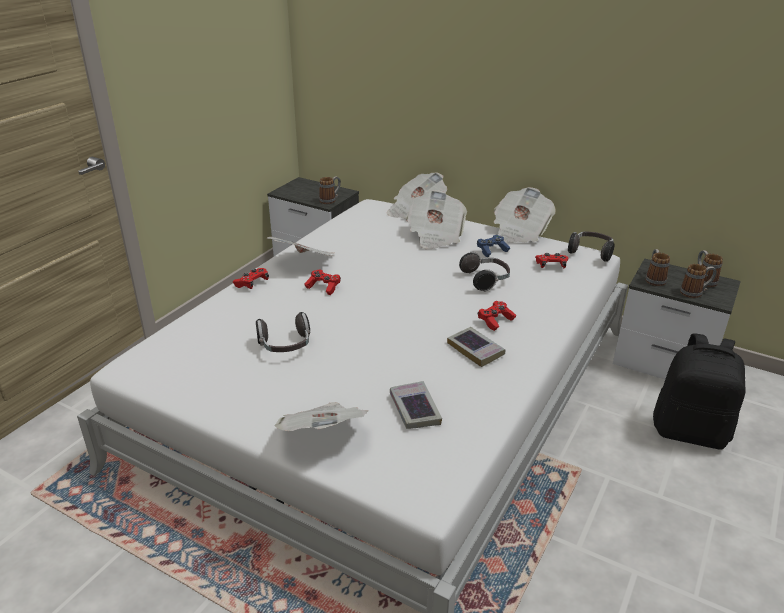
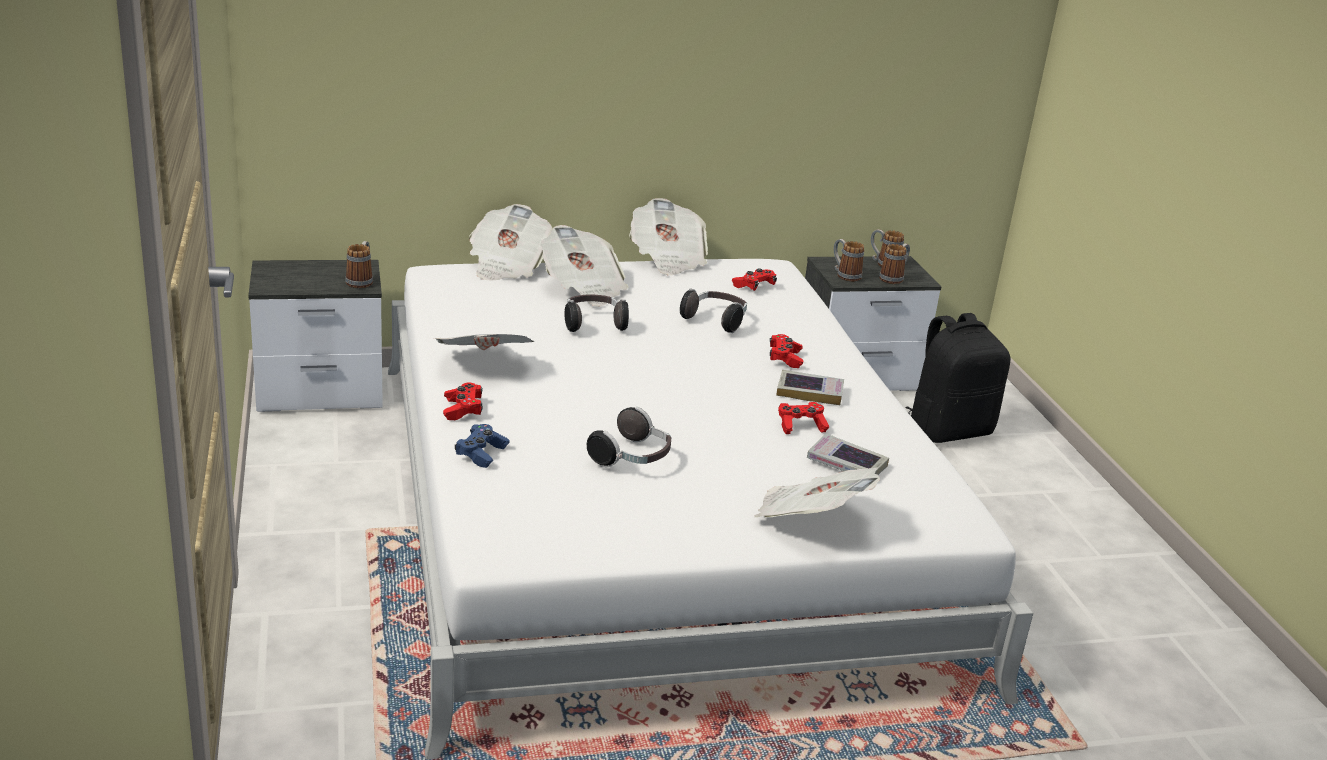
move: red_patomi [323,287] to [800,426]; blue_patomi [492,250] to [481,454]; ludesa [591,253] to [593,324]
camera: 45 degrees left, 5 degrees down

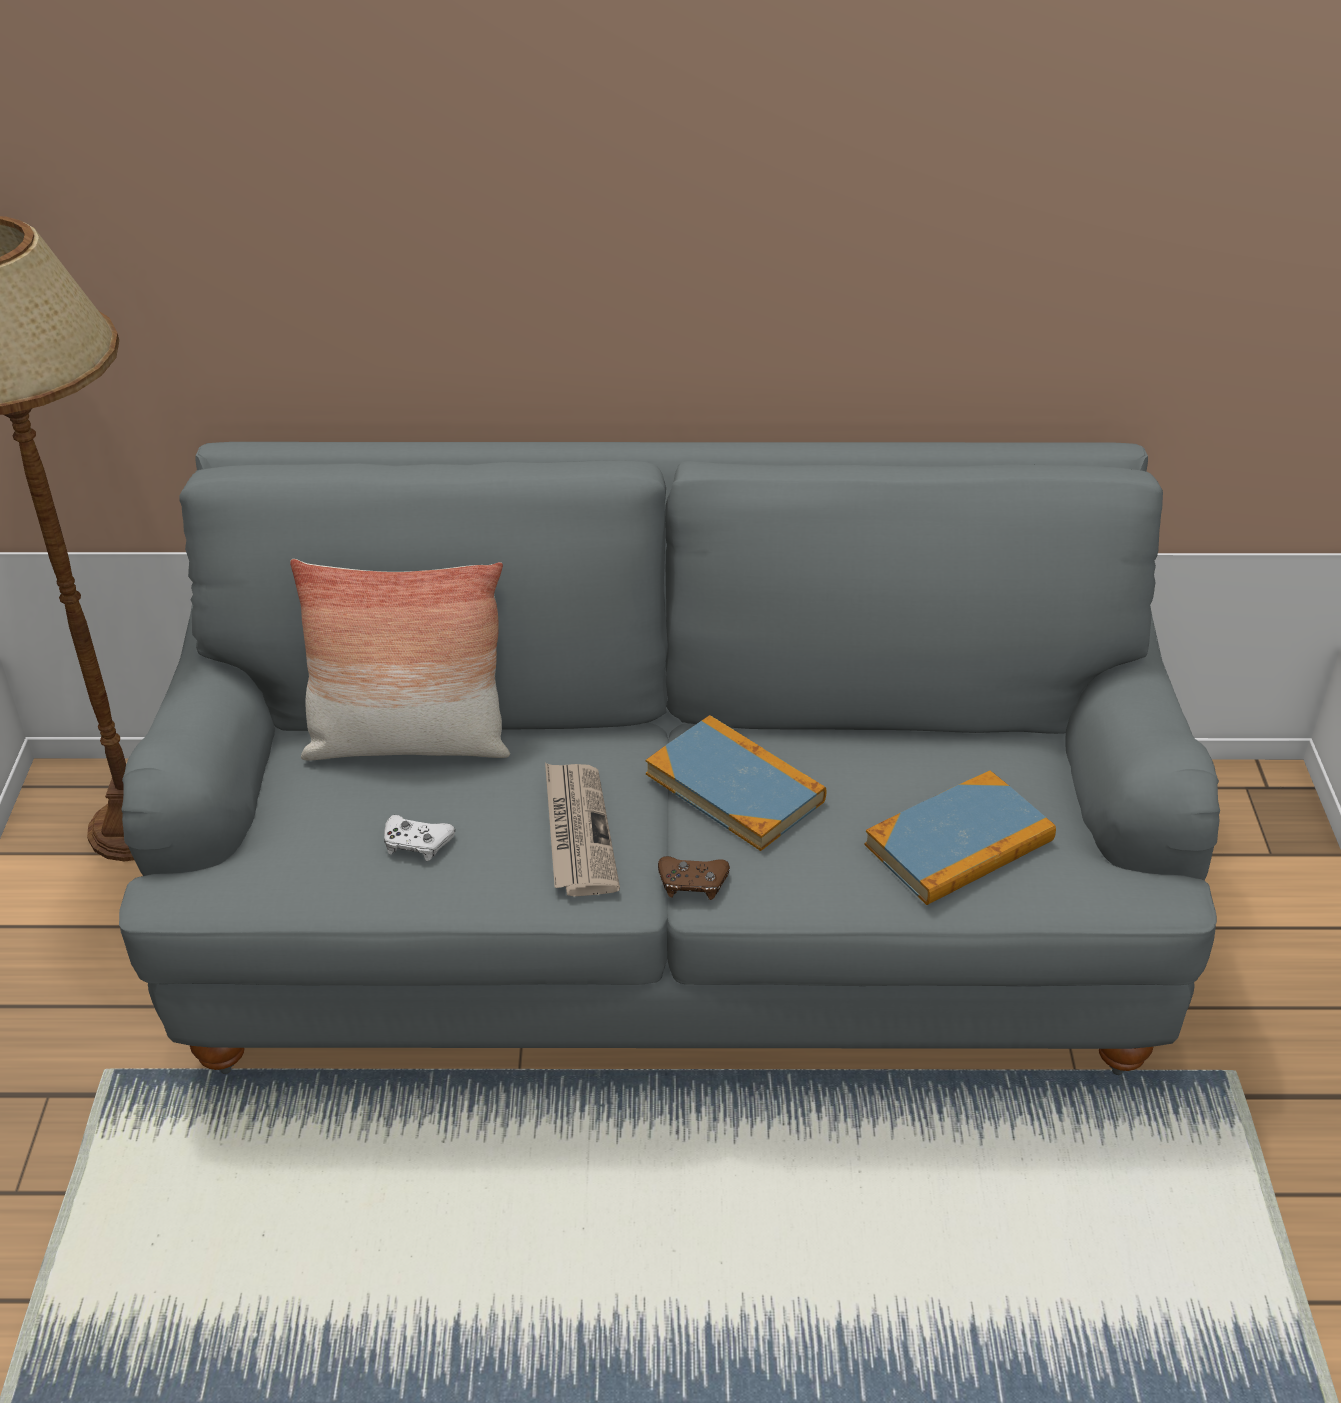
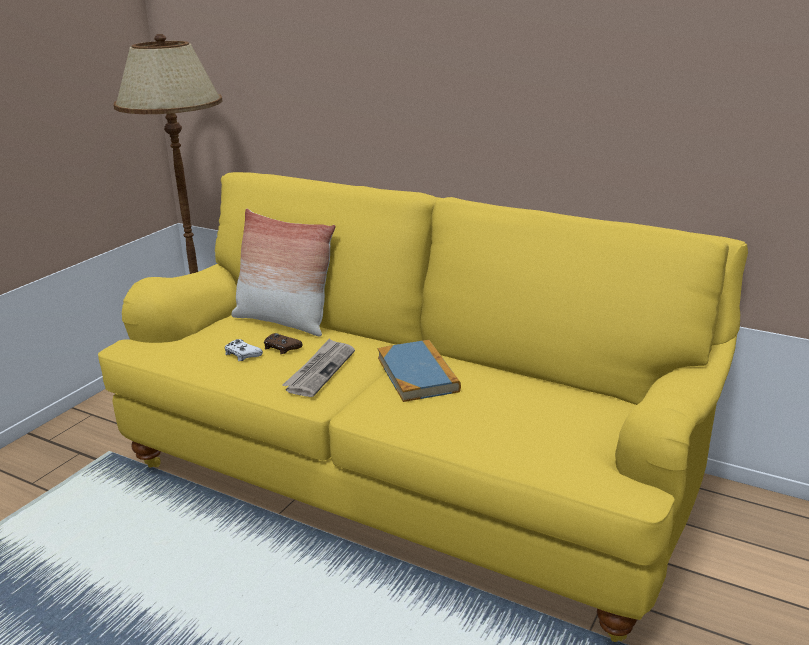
delete: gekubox [959,843]
move: brown_patomi [692,883] to [281,348]
recolor: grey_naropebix [670,923] to yellow_naropebix [409,478]
camera: 30 degrees right, 15 degrees down

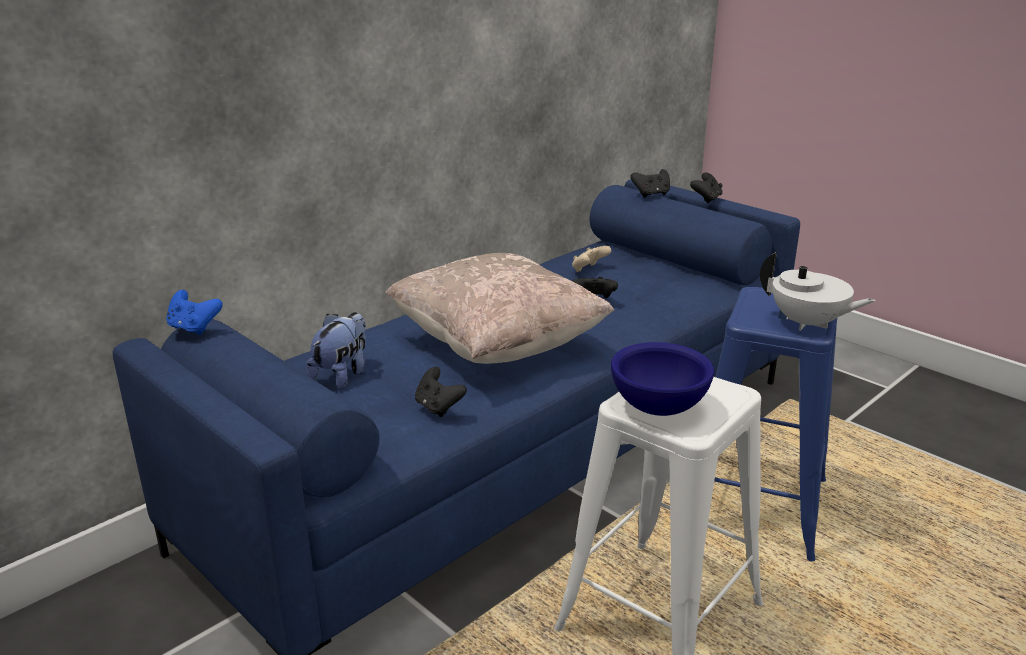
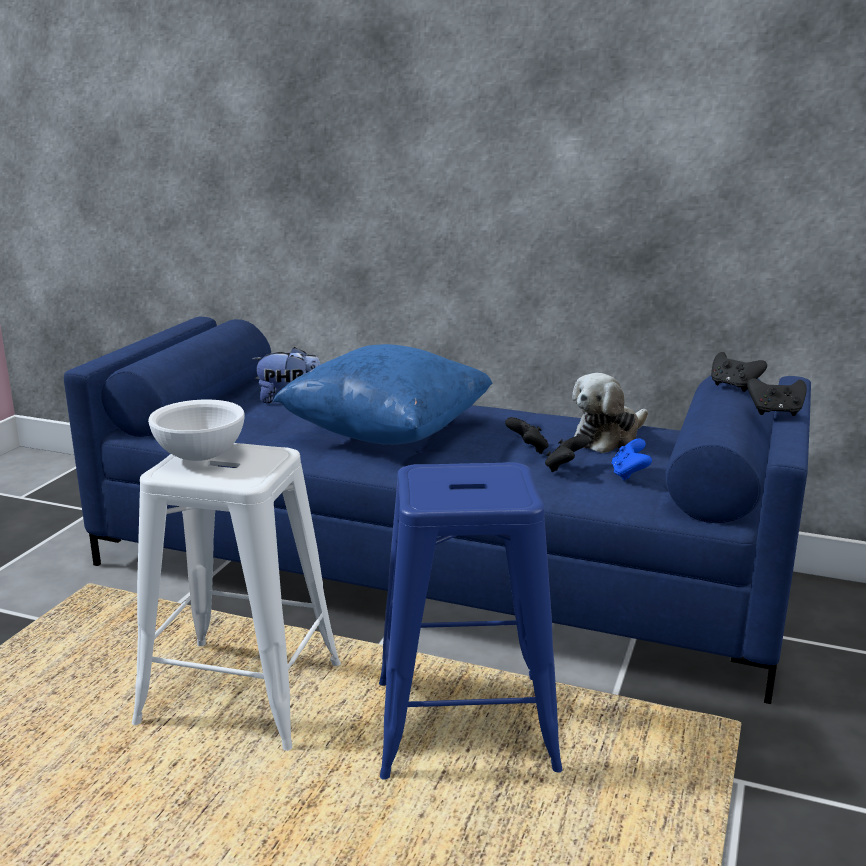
delete: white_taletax [807,324]
move: blue_patomi [194,328] to [629,474]; black_patomi [438,407] to [564,468]
replace: beige_patomi [589,270] to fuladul [608,438]
recolor: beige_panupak [497,346] to blue_panupak [387,433]; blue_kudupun [657,406] to white_kudupun [201,456]
camera: 65 degrees right, 5 degrees down

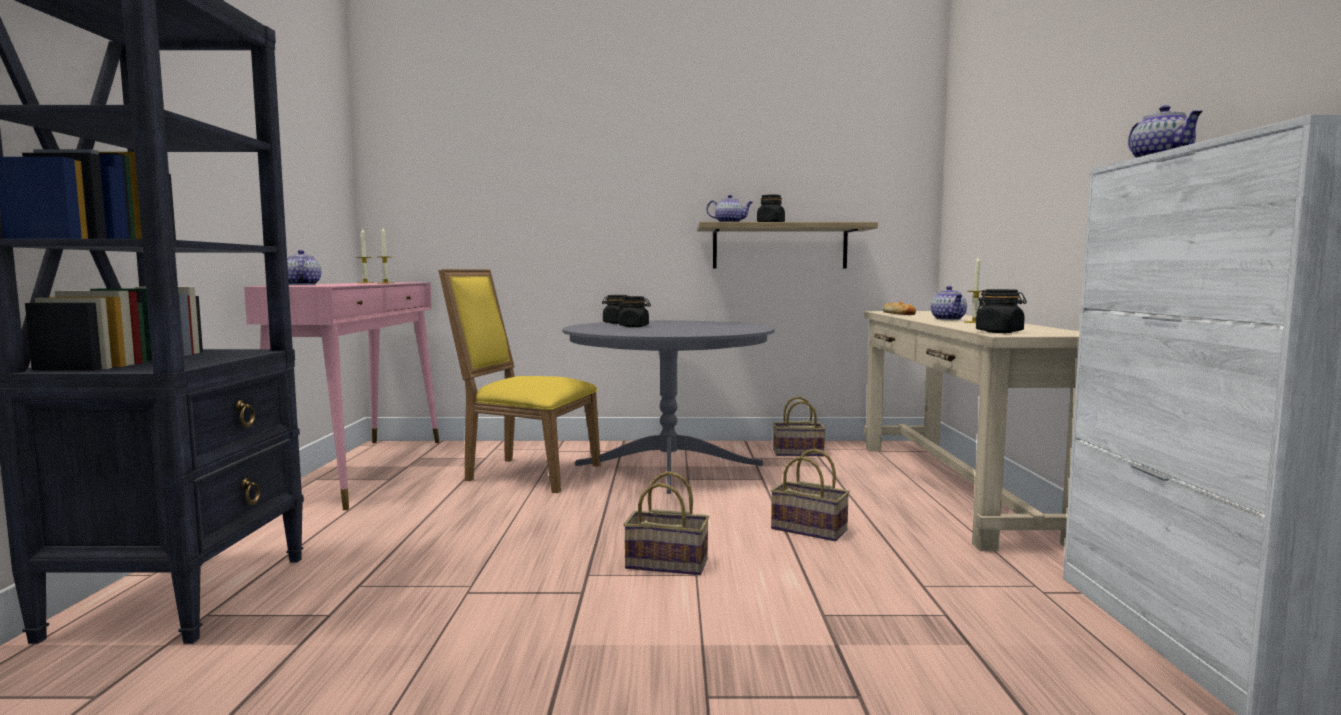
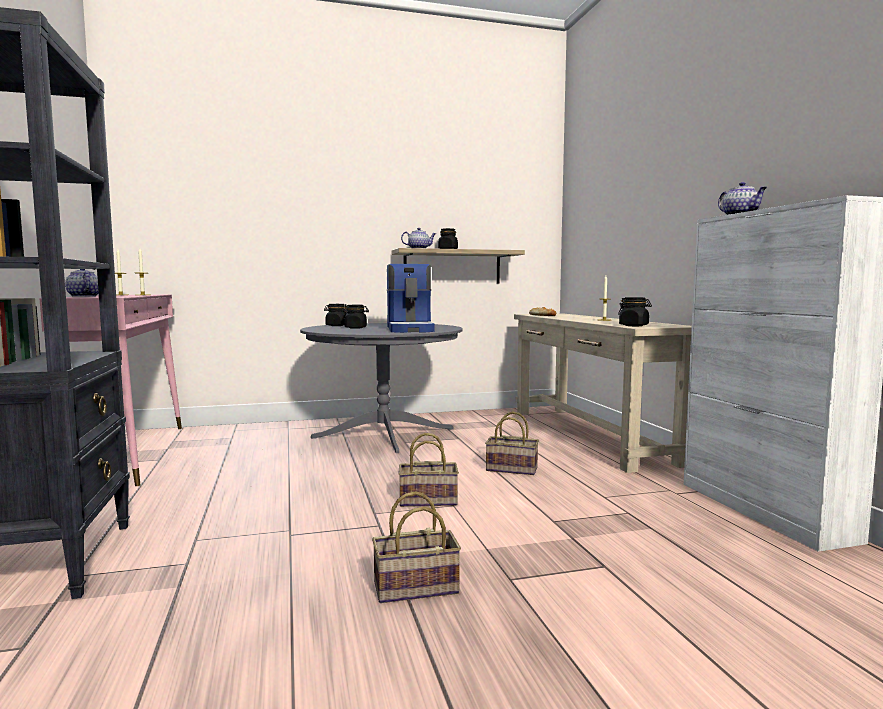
delete: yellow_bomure [526,473]; taletax [948,319]
insert: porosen [411,329]
move: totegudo [797,453] to [414,589]
camera: 15 degrees left, 0 degrees up

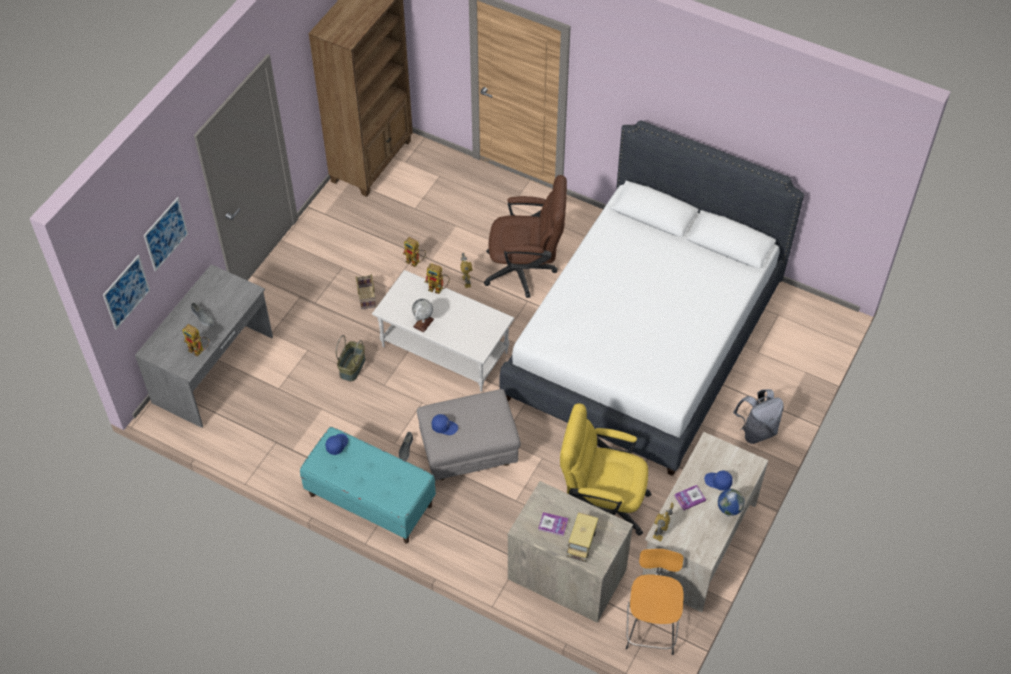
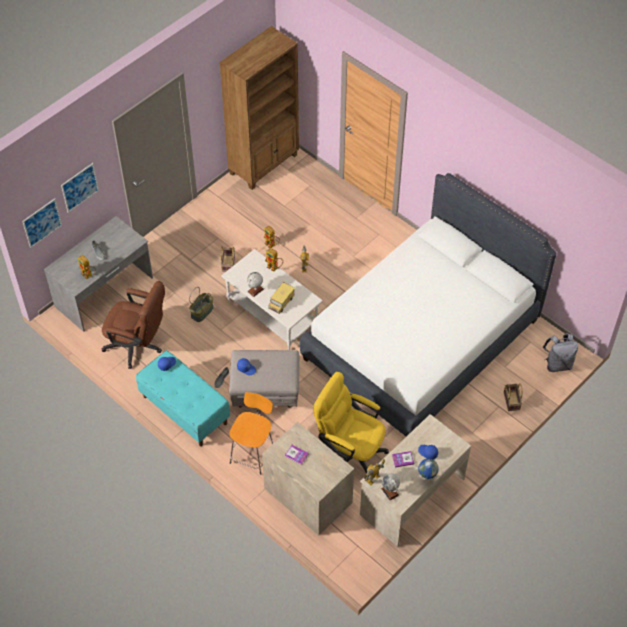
insert: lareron [390,491]; totegudo [512,401]
move: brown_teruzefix [526,270] to [138,346]; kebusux [581,542] to [281,302]; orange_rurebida [651,627] to [253,453]; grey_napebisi [756,431] to [557,364]
camera: 15 degrees right, 0 degrees up

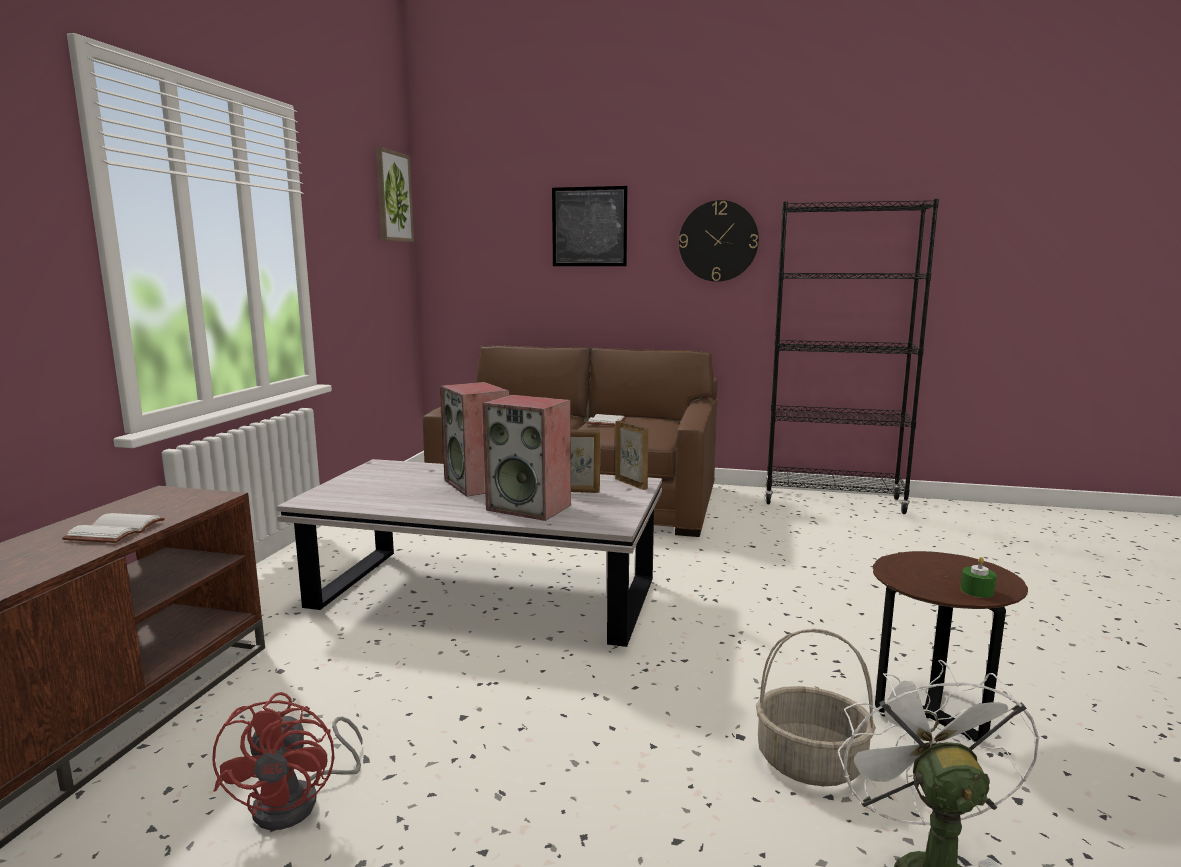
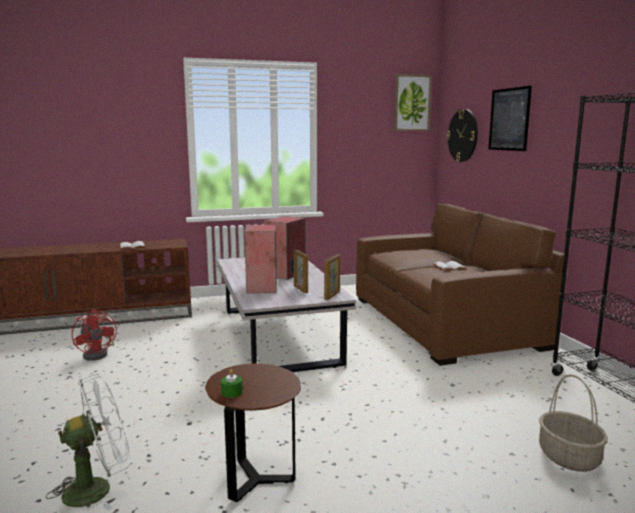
move: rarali [718,241] to [463,135]; totegudo [809,763] to [568,457]
rotate: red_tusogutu [299,801] = [98,354] 90 degrees counterclockwise
camera: 60 degrees right, 0 degrees up

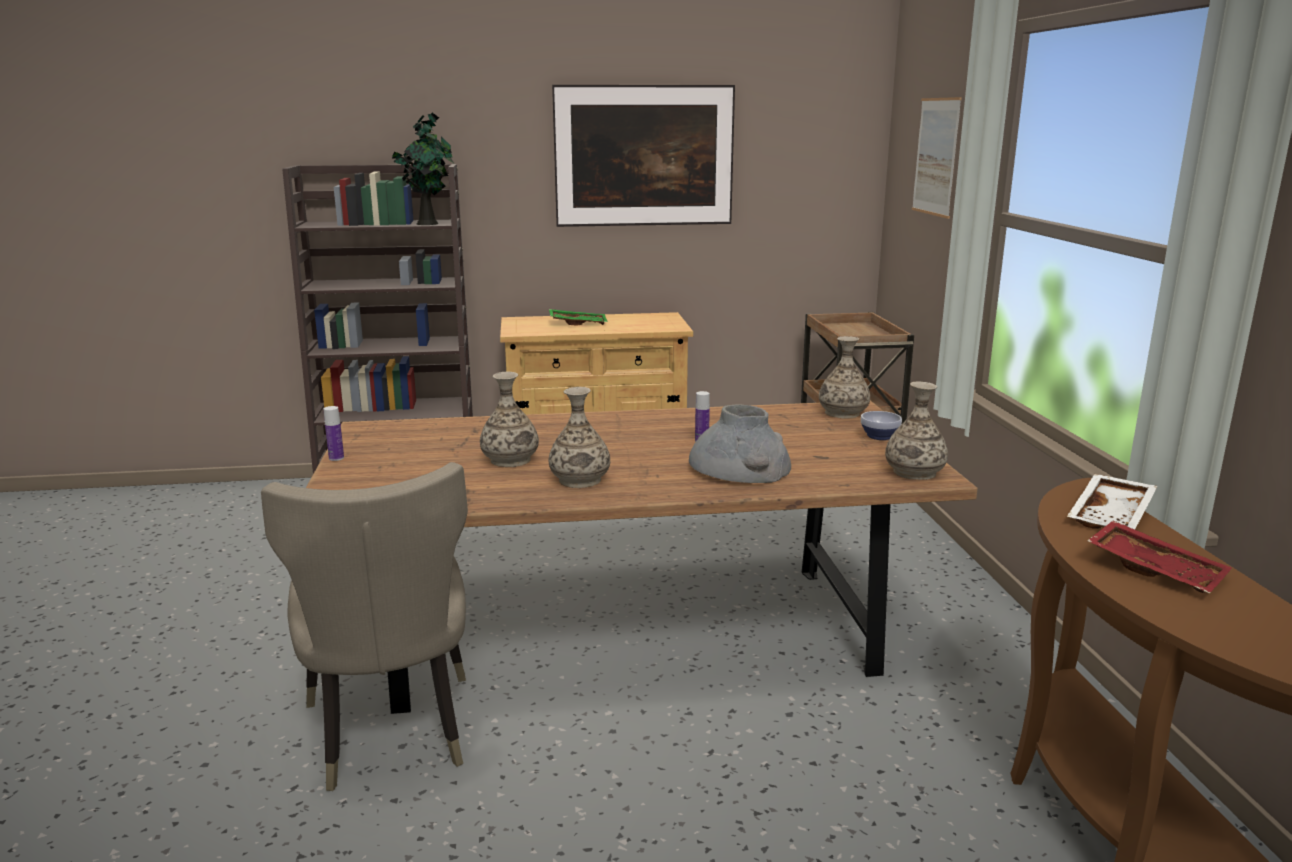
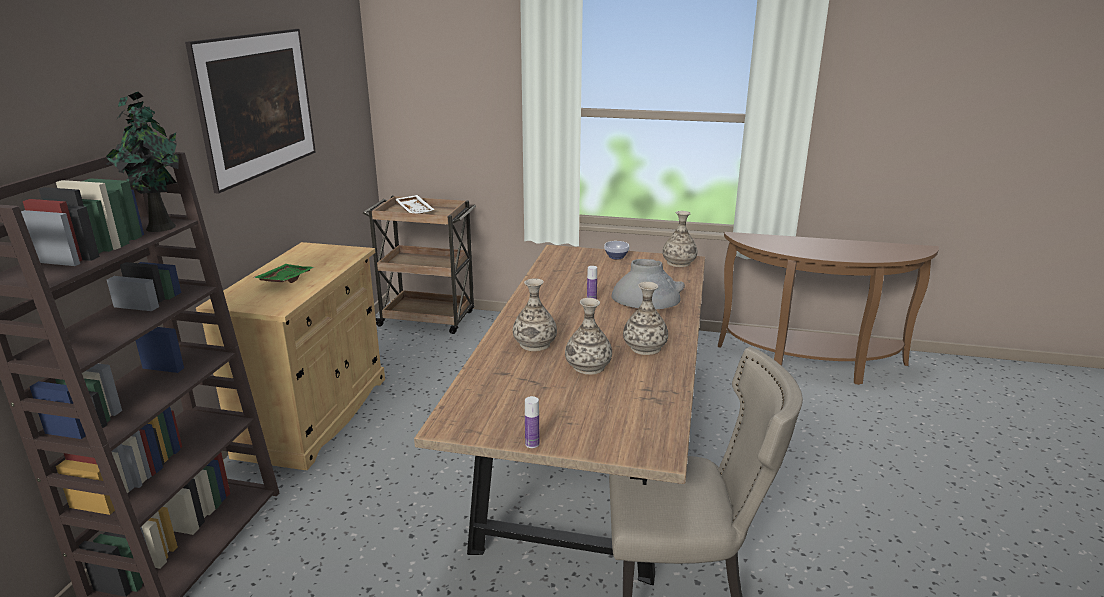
delete: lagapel [936,157]; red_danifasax [1156,570]
move: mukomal [842,413] to [534,344]; white_danifasax [1113,516] to [415,210]
camera: 70 degrees left, 5 degrees up

